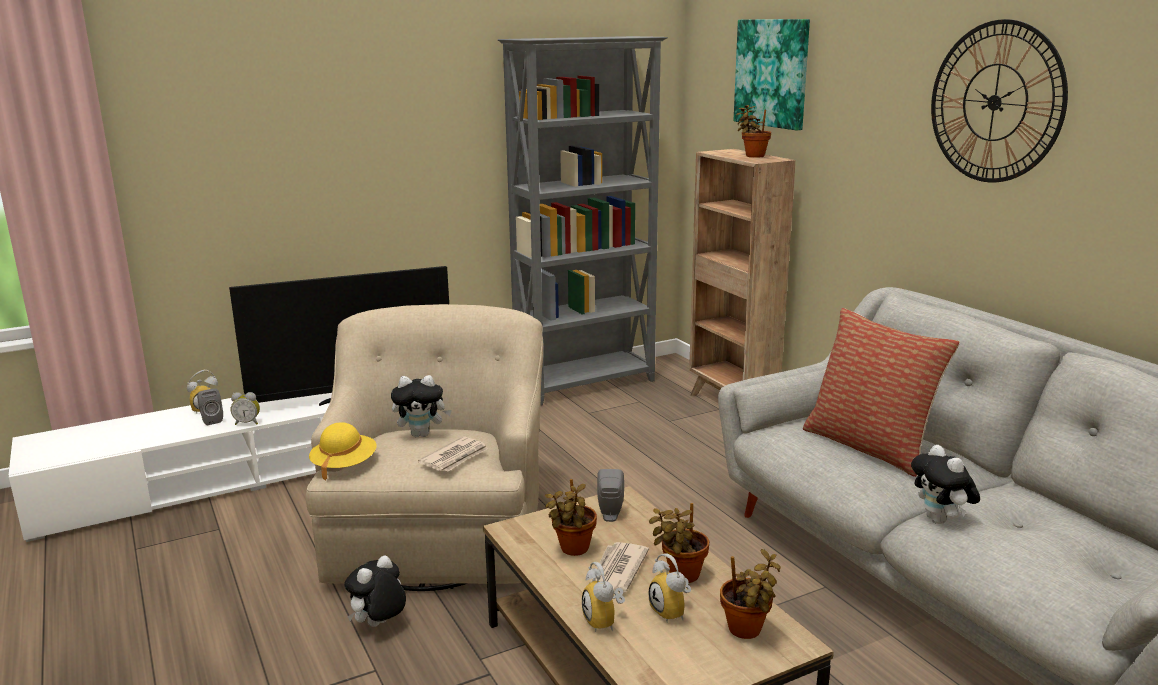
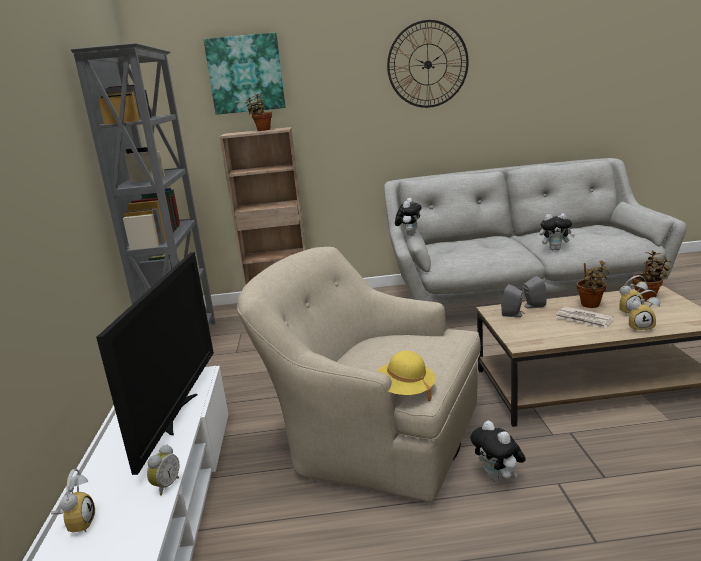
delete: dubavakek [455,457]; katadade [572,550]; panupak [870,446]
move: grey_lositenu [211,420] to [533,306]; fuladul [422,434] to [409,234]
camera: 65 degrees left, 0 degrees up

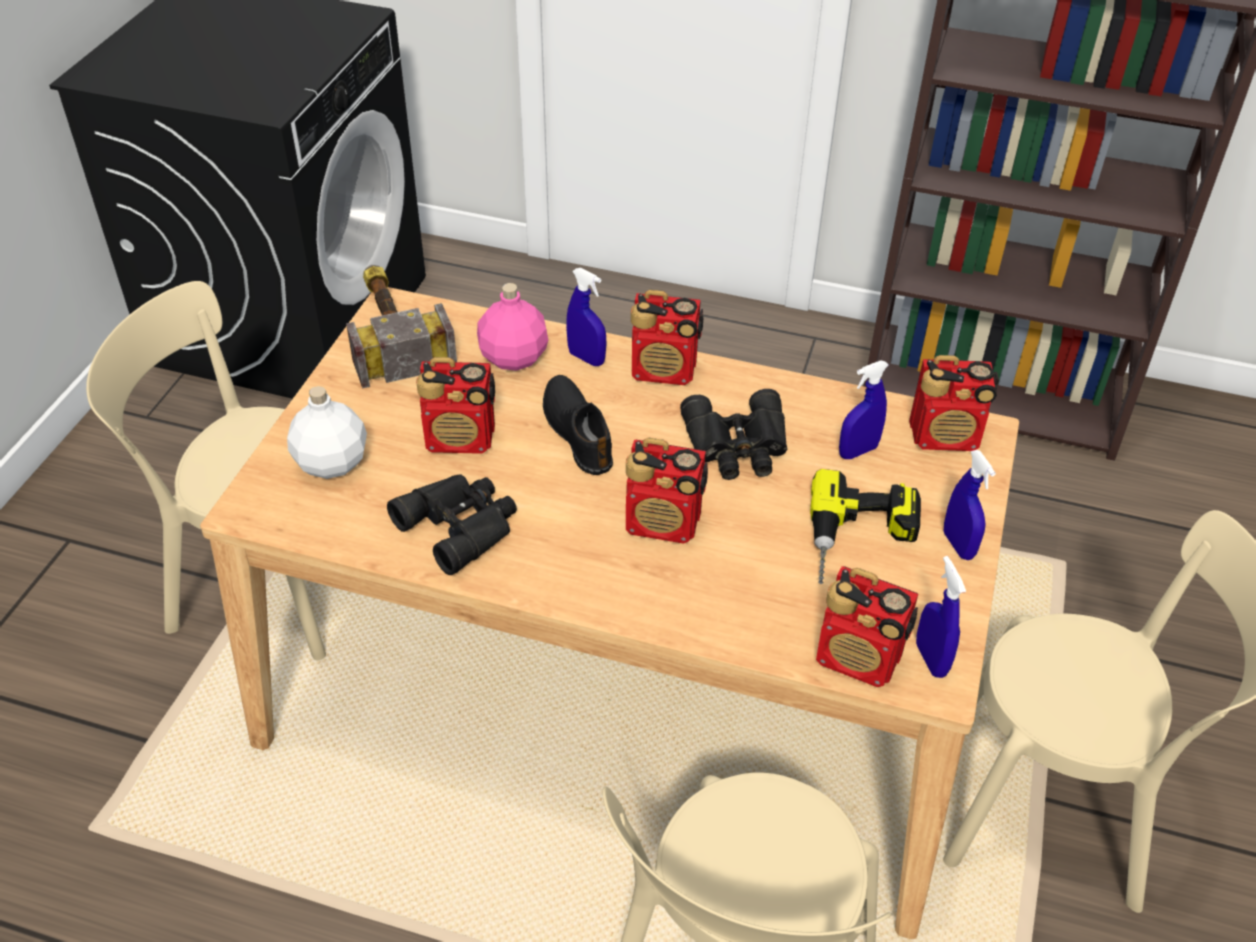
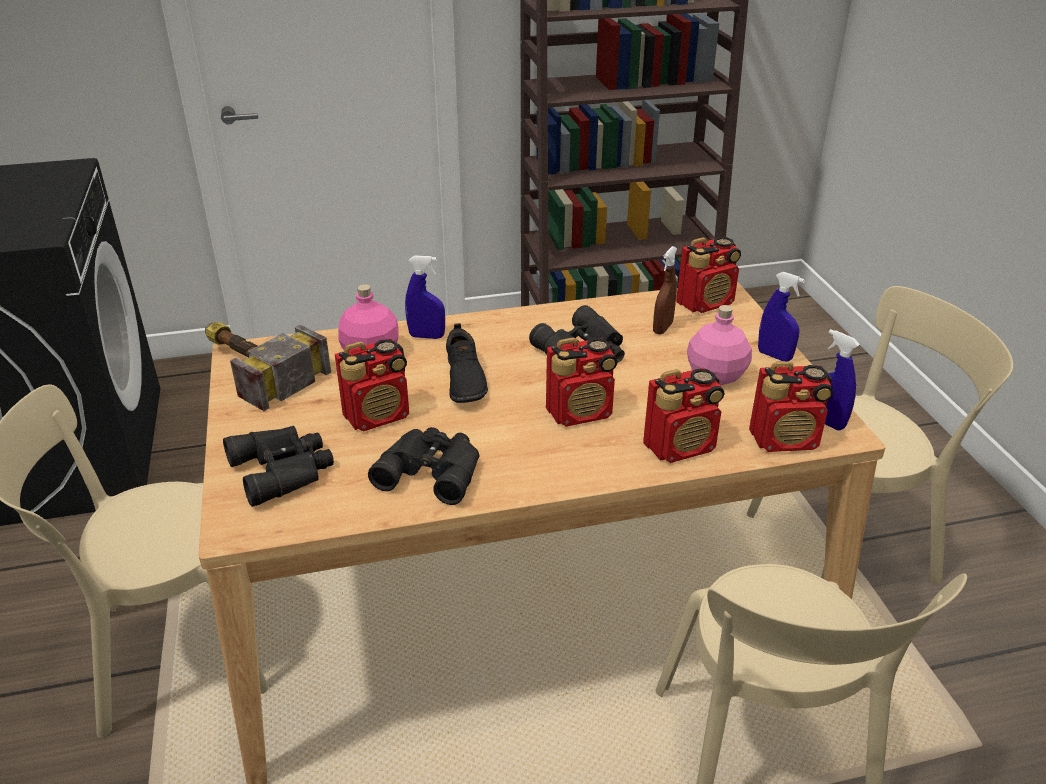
move: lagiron [664,371] to [680,446]
replace: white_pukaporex [332,463] to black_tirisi [284,469]; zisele [861,541] to pink_pukaporex [716,375]
recolor: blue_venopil [858,451] to brown_venopil [662,328]
rotate: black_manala [578,431] = [464,380] 135 degrees counterclockwise
camera: 30 degrees left, 10 degrees down

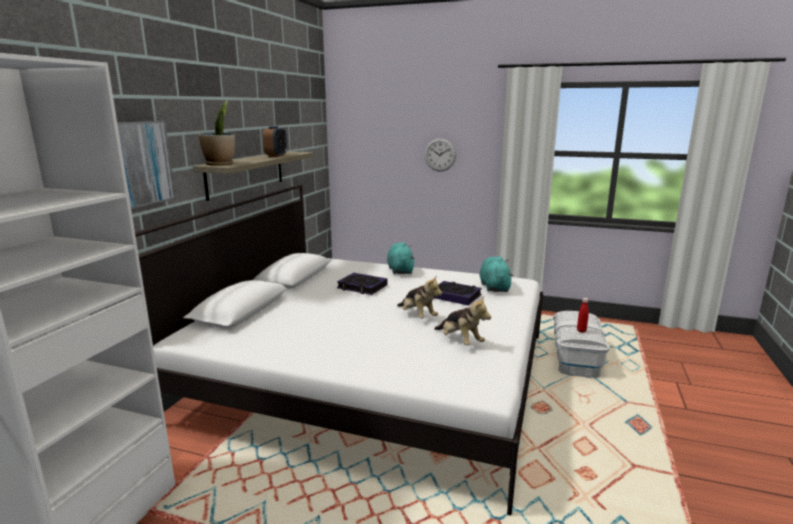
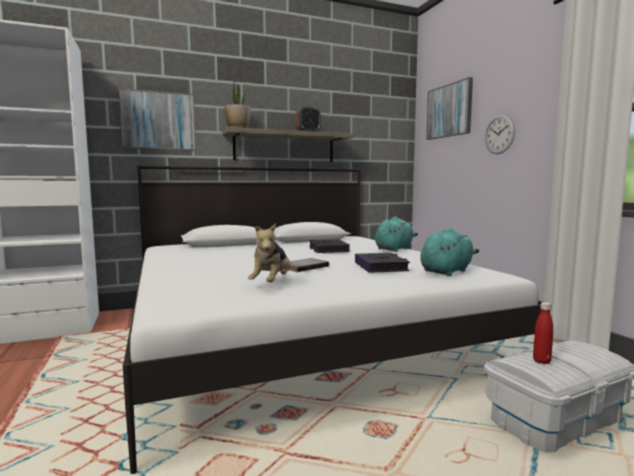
insert: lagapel [449,111]
replace: fuladul [417,316] to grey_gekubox [303,267]
camera: 50 degrees right, 10 degrees down

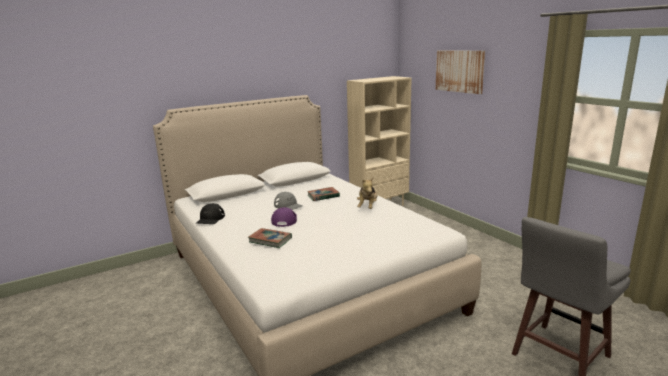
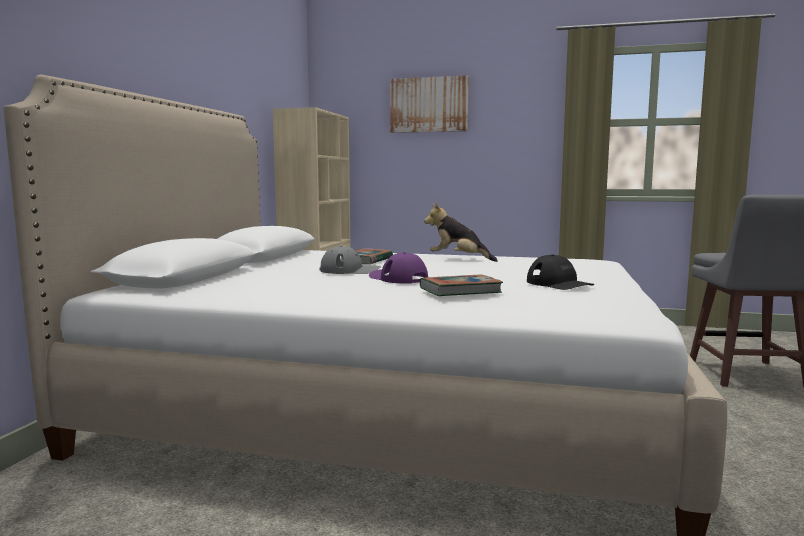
move: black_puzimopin [210,219] to [559,284]
rotate: fuladul [367,207] = [458,259] 150 degrees clockwise
camera: 45 degrees left, 10 degrees down

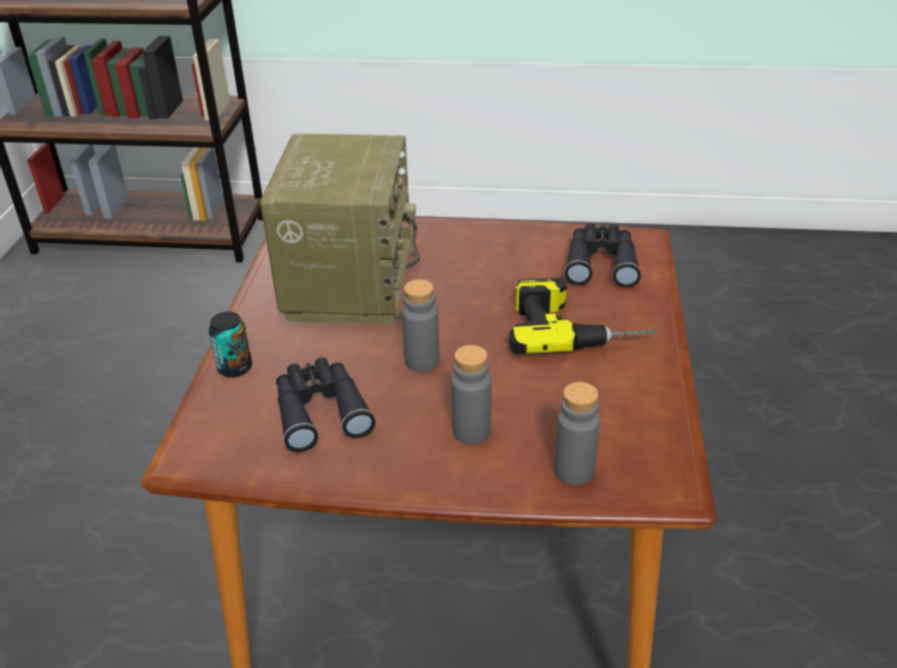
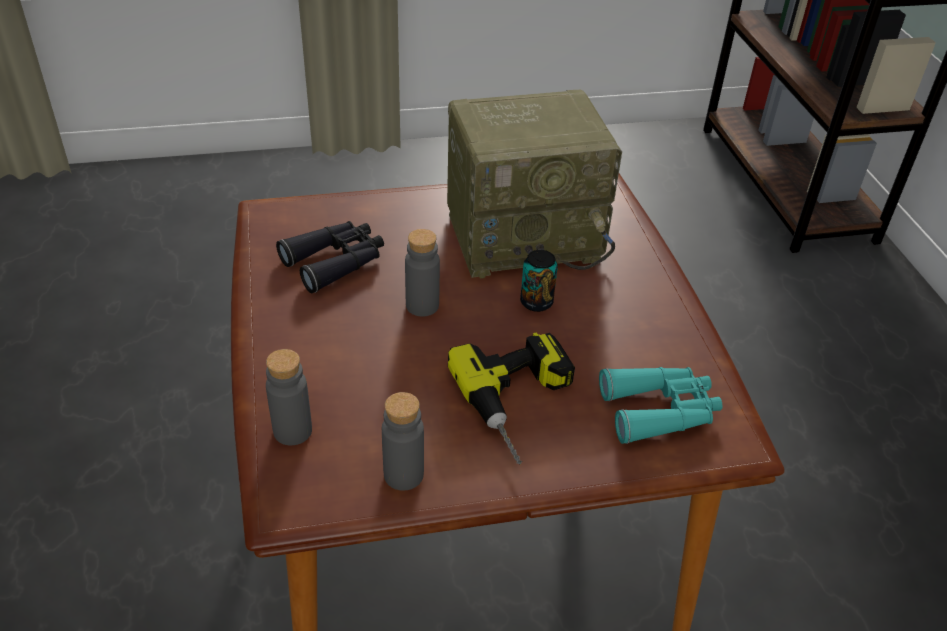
move: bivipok [235,368] to [536,302]; grey_pukaporex [471,431] to [403,474]
recolor: black_tirisi [601,263] to turquoise_tirisi [660,411]
camera: 70 degrees right, 5 degrees up

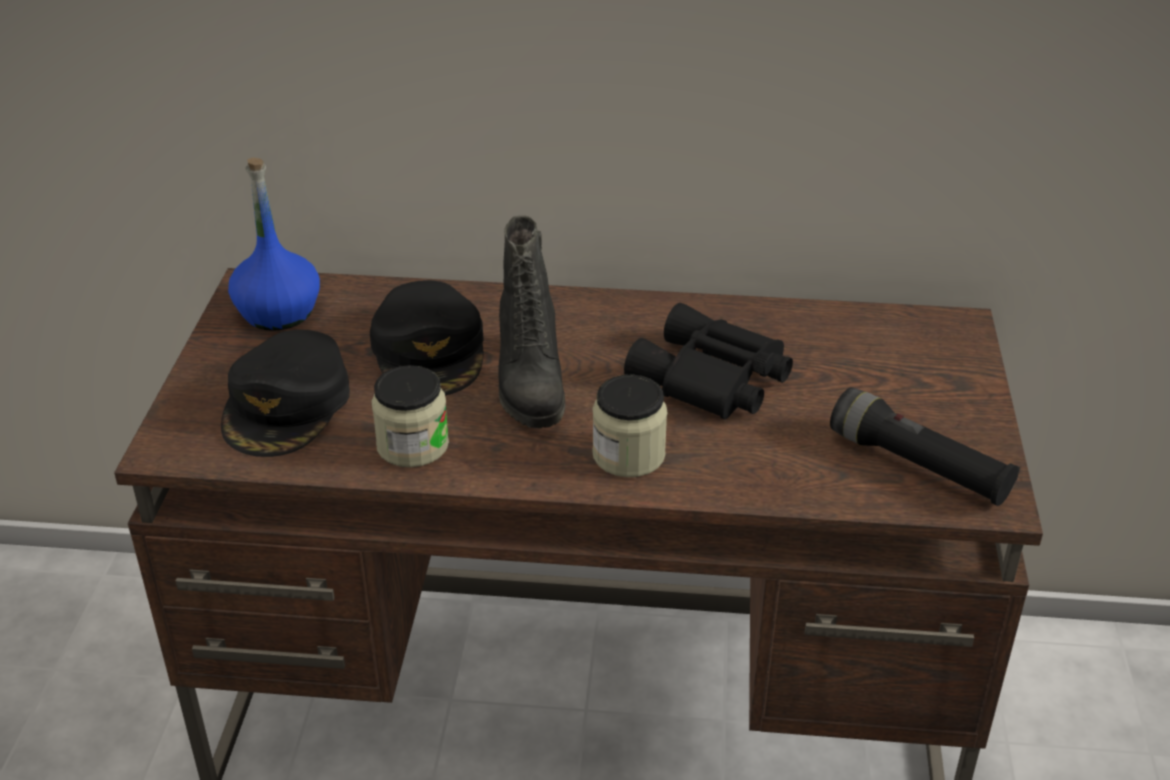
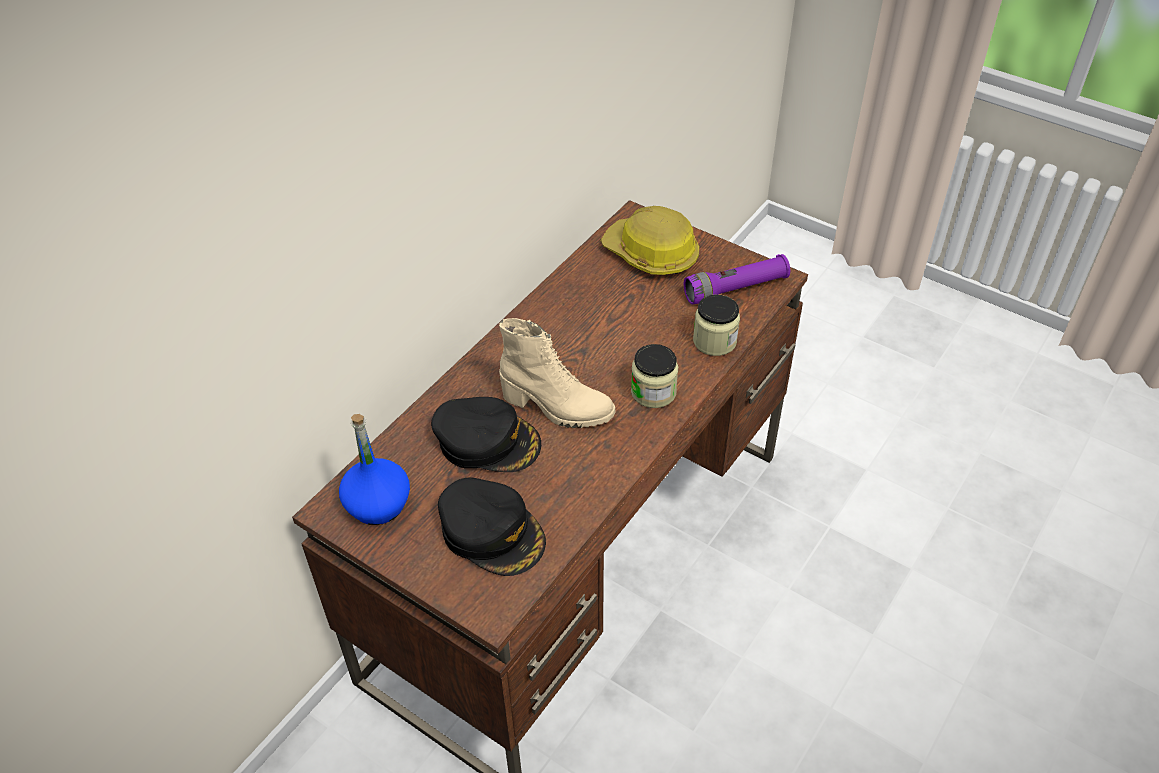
delete: black_tirisi [711,381]
insert: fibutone [651,254]
move: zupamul [412,445] to [714,341]
recolor: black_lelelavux [528,384] to beige_lelelavux [557,408]; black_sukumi [918,466] to purple_sukumi [736,289]
camera: 60 degrees left, 10 degrees up

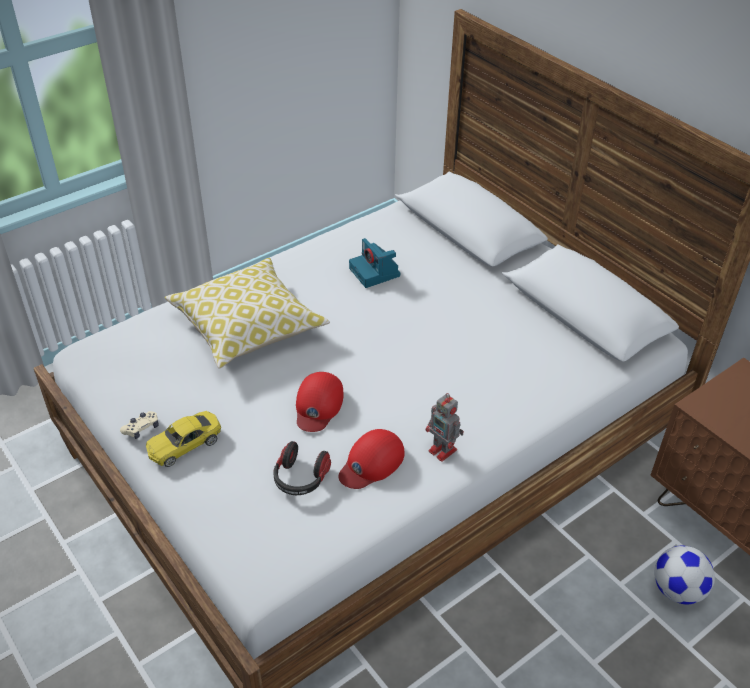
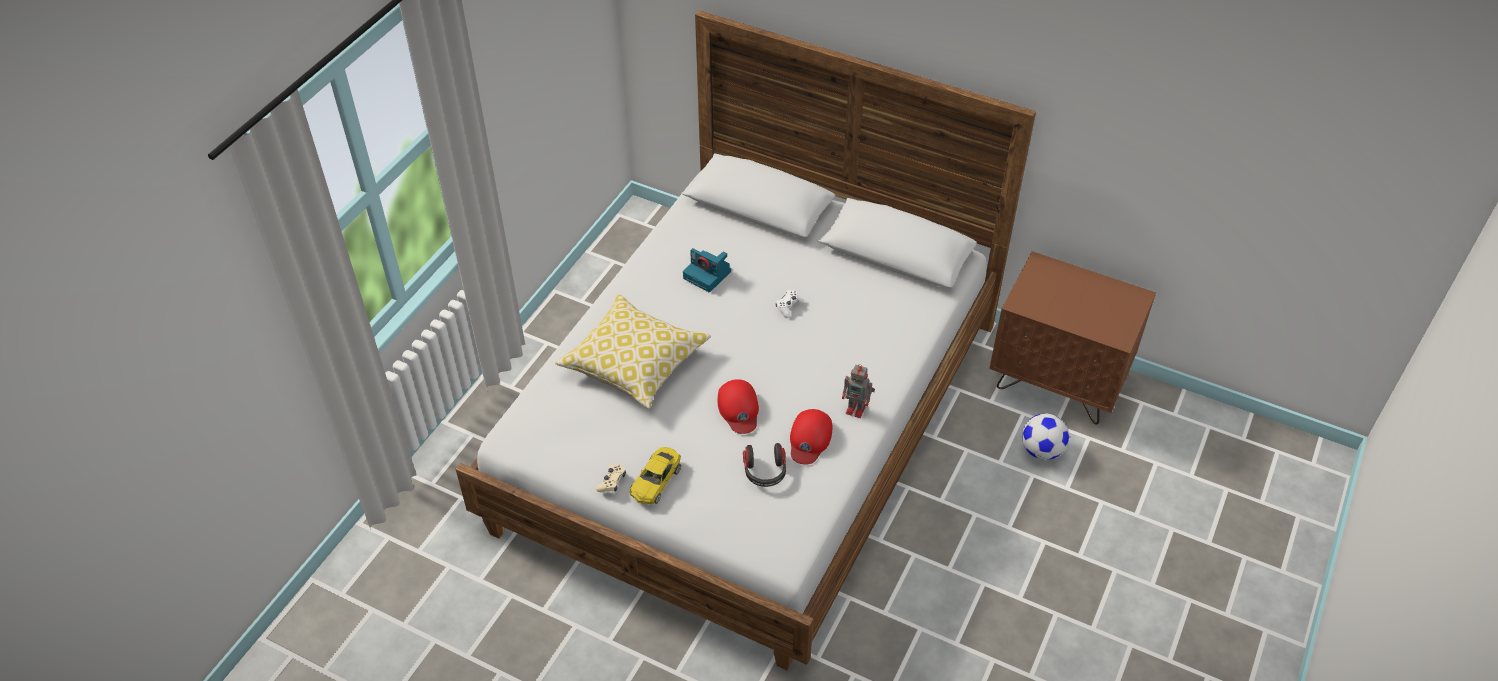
insert: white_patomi [789,306]
camera: 25 degrees left, 5 degrees up

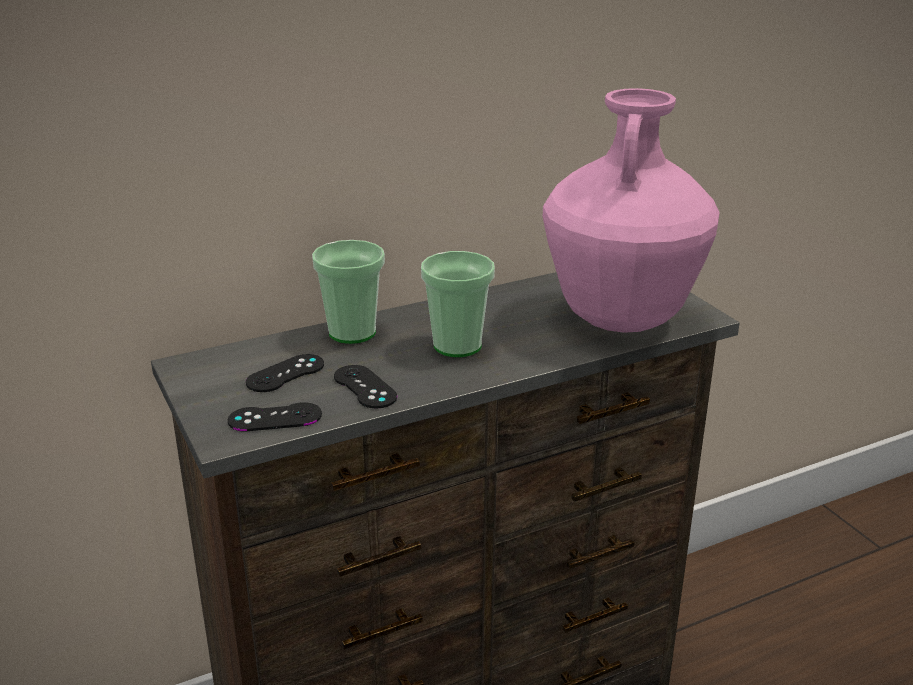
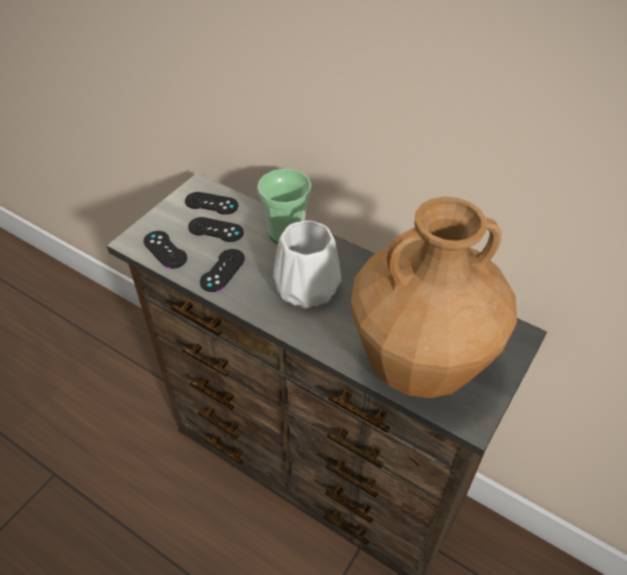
insert: black_patomi [211,203]
replace: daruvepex [457,345] to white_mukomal [306,290]
recolor: pink_mukomal [621,319] to brown_mukomal [419,365]
camera: 60 degrees right, 20 degrees up

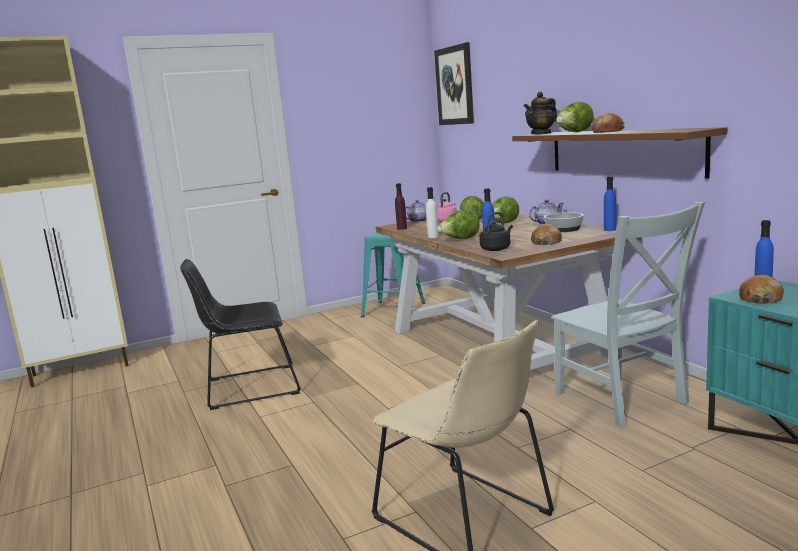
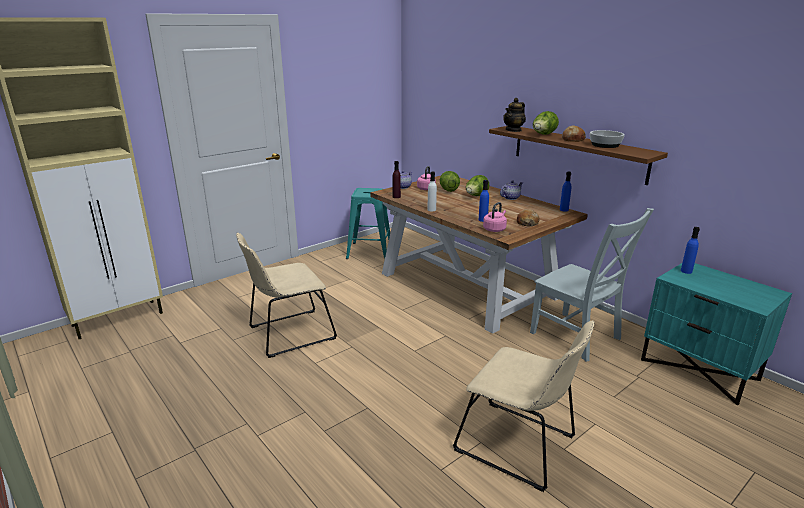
delete: lagapel [455,85]; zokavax [460,240]; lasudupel [760,299]
move: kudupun [563,229] to [605,145]
recolor: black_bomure [248,387] to beige_bomure [288,334]; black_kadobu [496,249] to pink_kadobu [495,229]
camera: 15 degrees left, 10 degrees up

